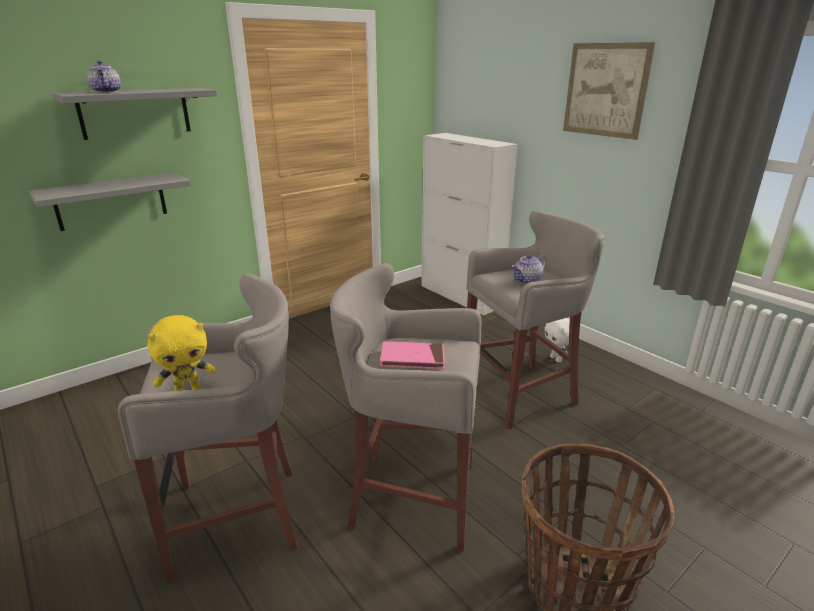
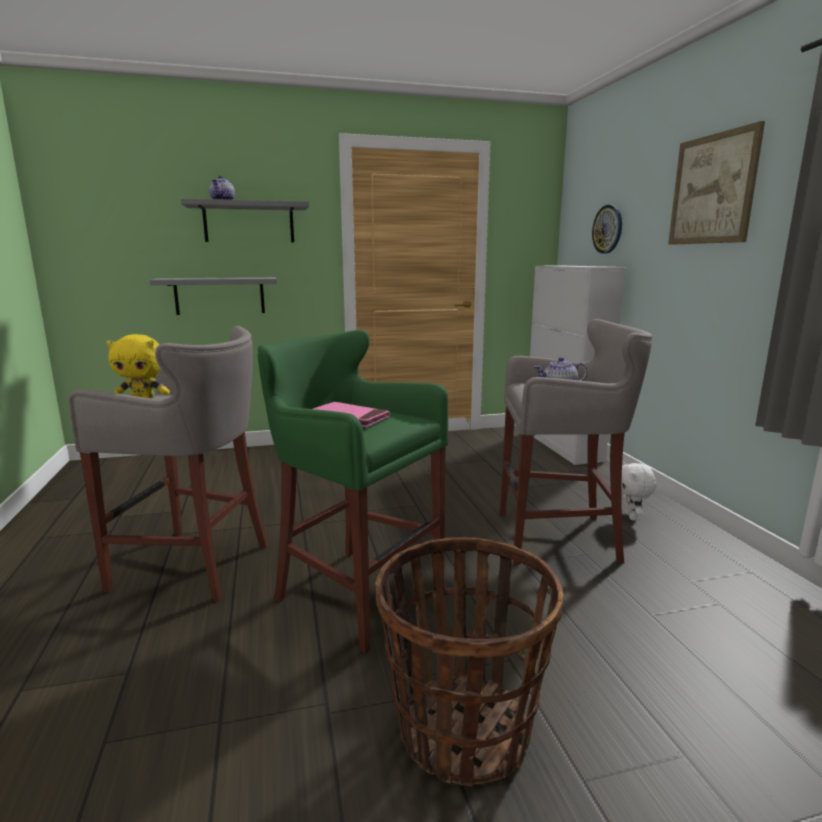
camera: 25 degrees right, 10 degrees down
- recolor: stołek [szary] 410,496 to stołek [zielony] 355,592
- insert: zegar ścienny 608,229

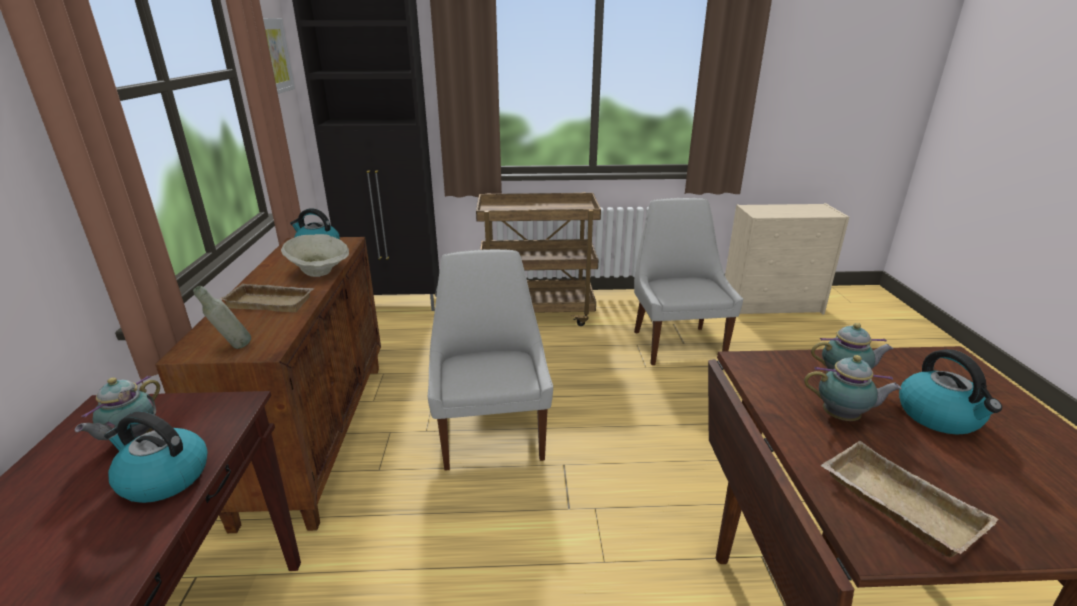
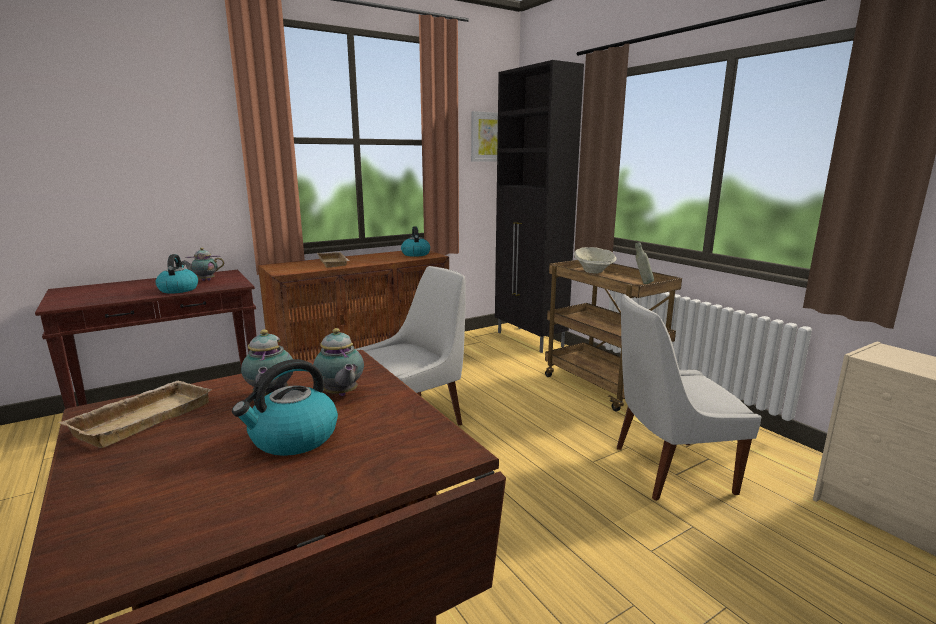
camera: 60 degrees right, 10 degrees down
- move: butelka [szary] 233,349 to 642,283
- move: miska [beżowy] 320,272 to 594,272
- rotate: krzesło [biały] 676,343 = 667,470 150 degrees counterclockwise

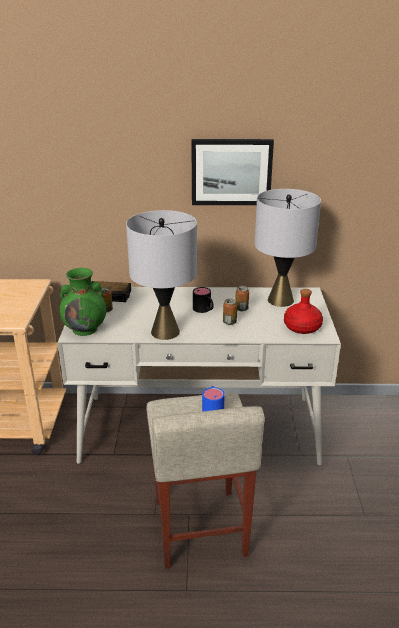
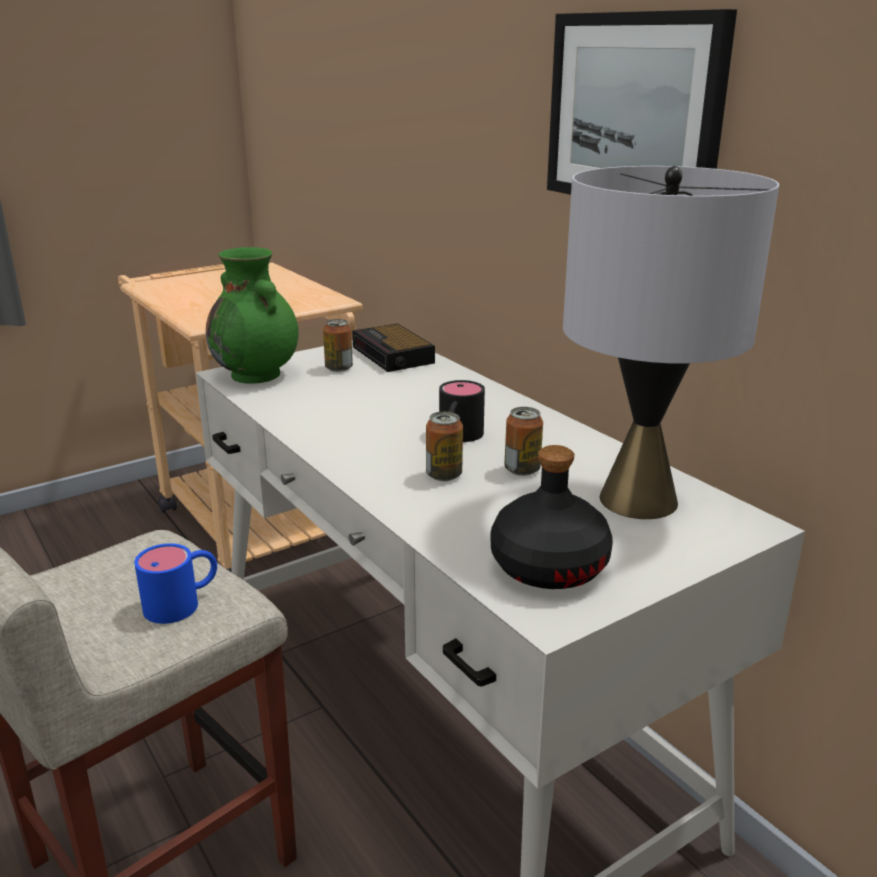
camera: 55 degrees right, 5 degrees down
- delete: lampa stołowa [szary] 165,332
- recolor: butelka [czerwony] 301,327 to butelka [czarny] 548,566

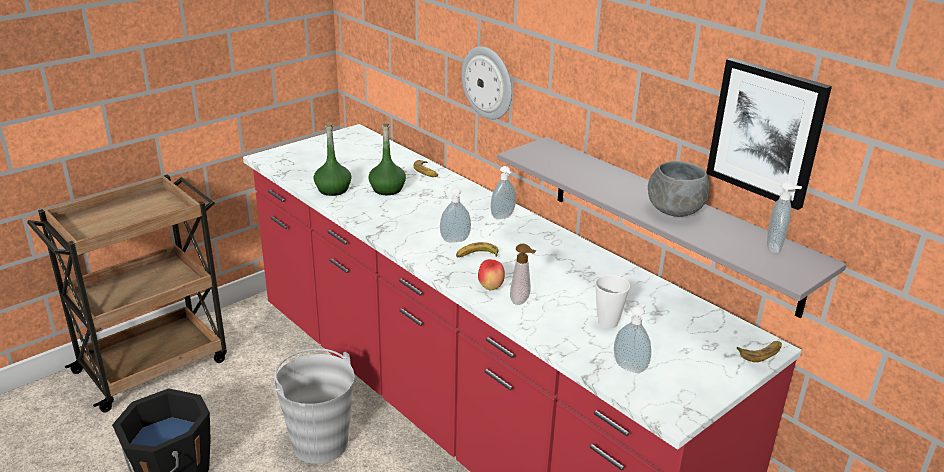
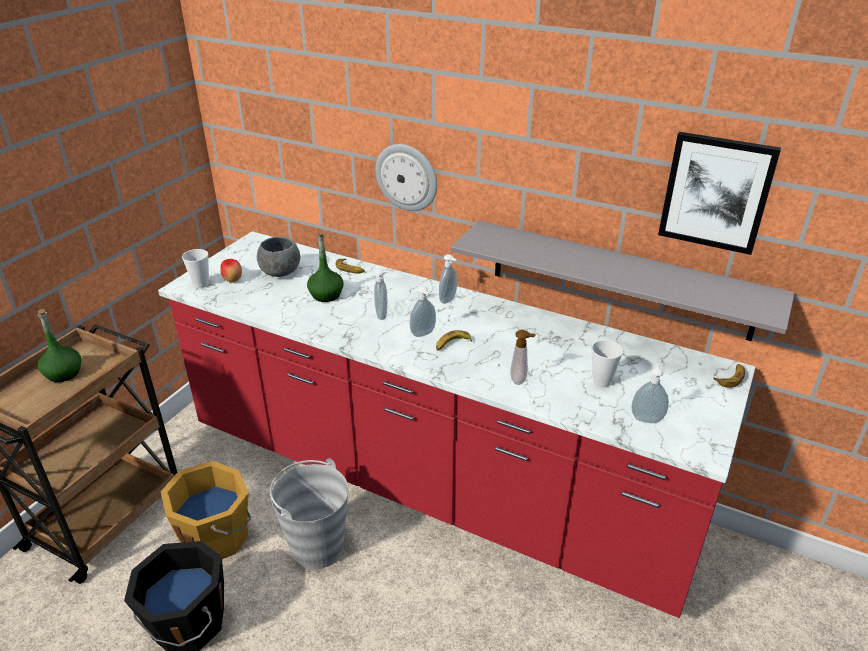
camera: 20 degrees left, 5 degrees up
- move: butelka [zielony] 333,190 to 64,373
- move: jabłko 491,287 to 233,280
- move: miska [szary] 674,211 to 280,272
- move: dozownik mydła 775,248 to 383,315
- insert: wiadro [pomarańczowy] 217,536
- insert: filiżanka 201,284

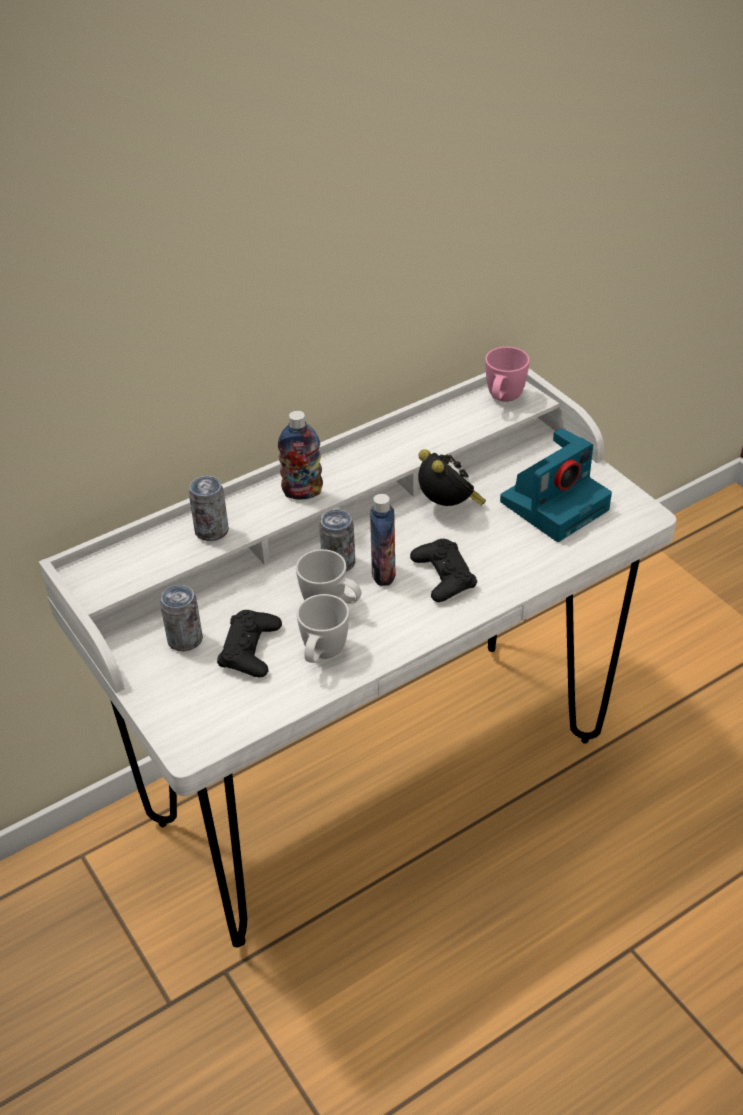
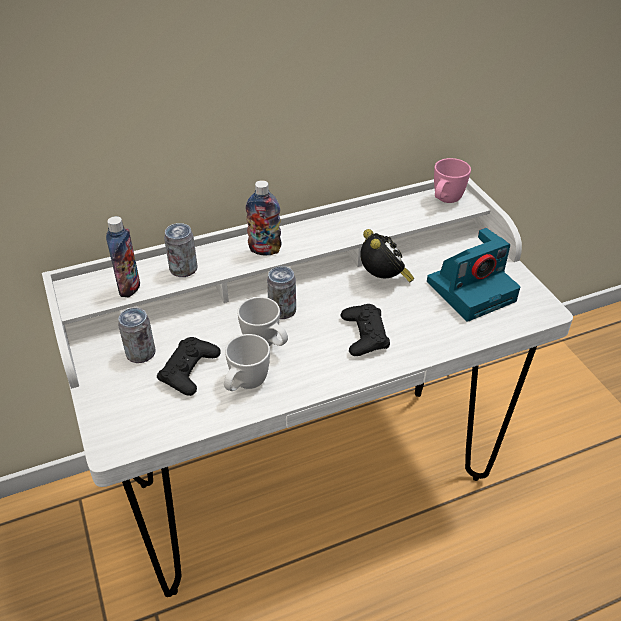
camera: 10 degrees right, 0 degrees up
- move: butelka 383,573 to 129,287

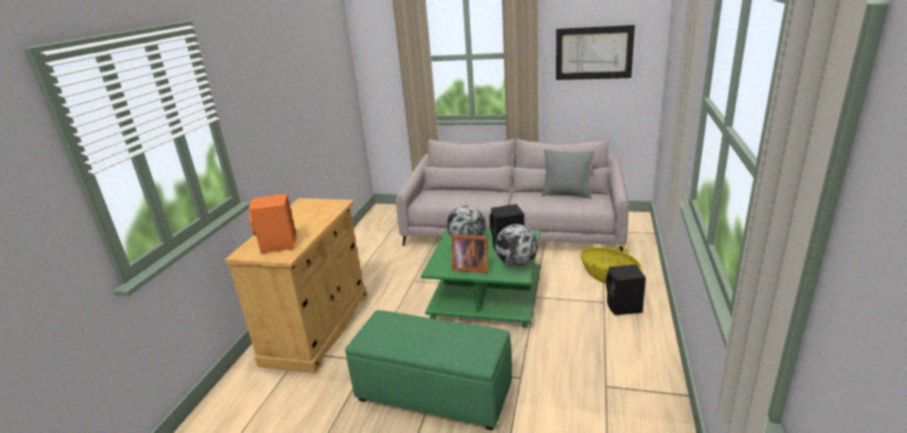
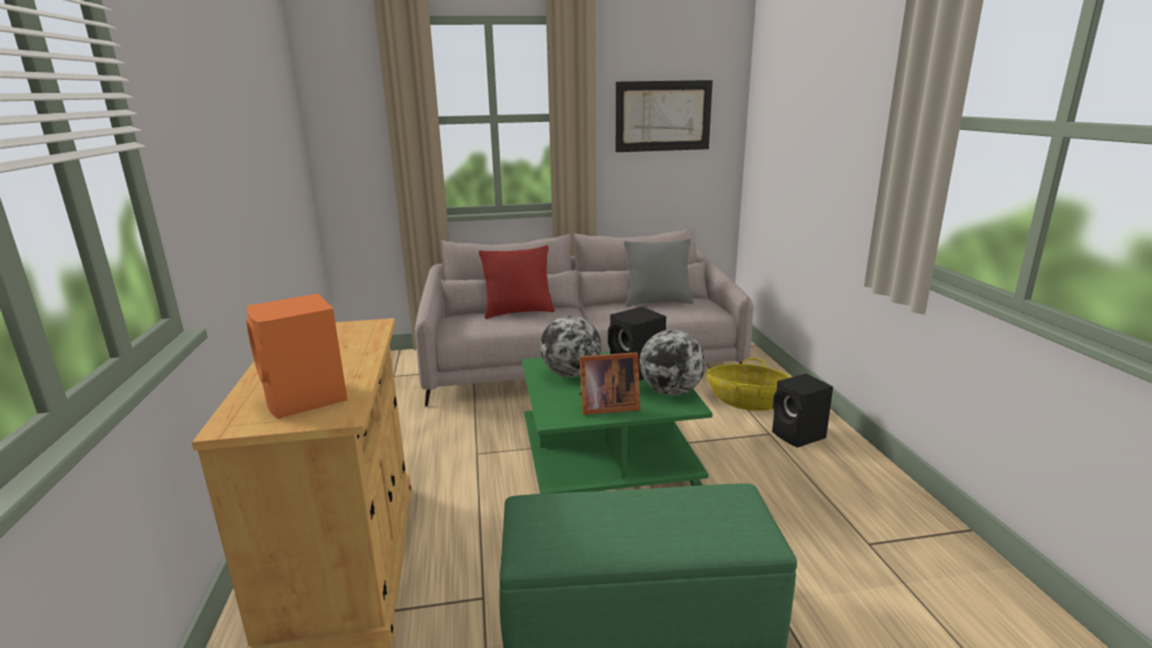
camera: 25 degrees left, 5 degrees down
- insert: poduszka [czerwony] 518,312

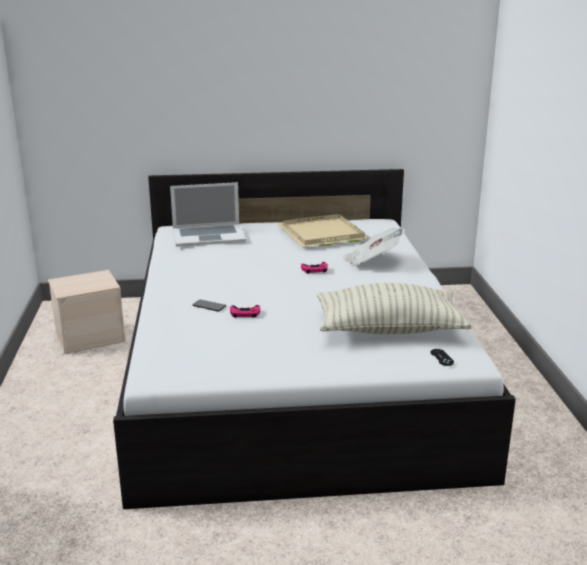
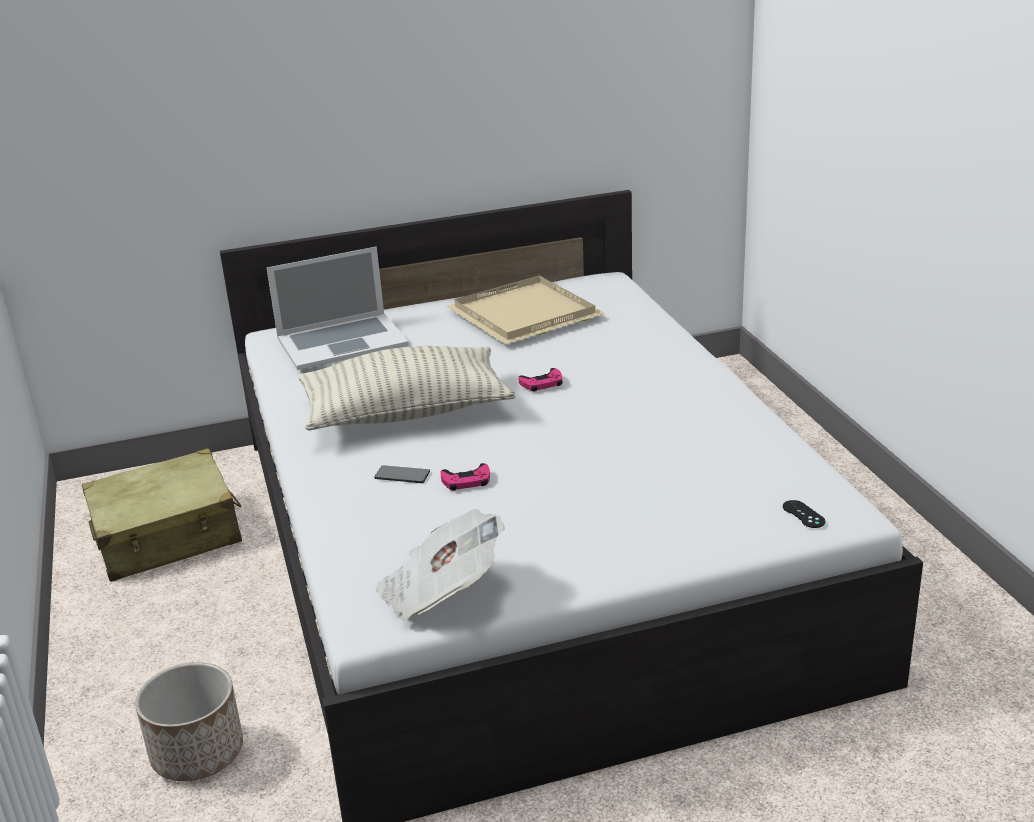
camera: 10 degrees left, 5 degrees up
- replace: pojemnik do przechowywania [beżowy] 90,336 to walizka [beżowy] 167,536
- move: poduszka 389,329 to 406,413
- move: gazeta 372,261 to 441,592
- insert: donica 197,753

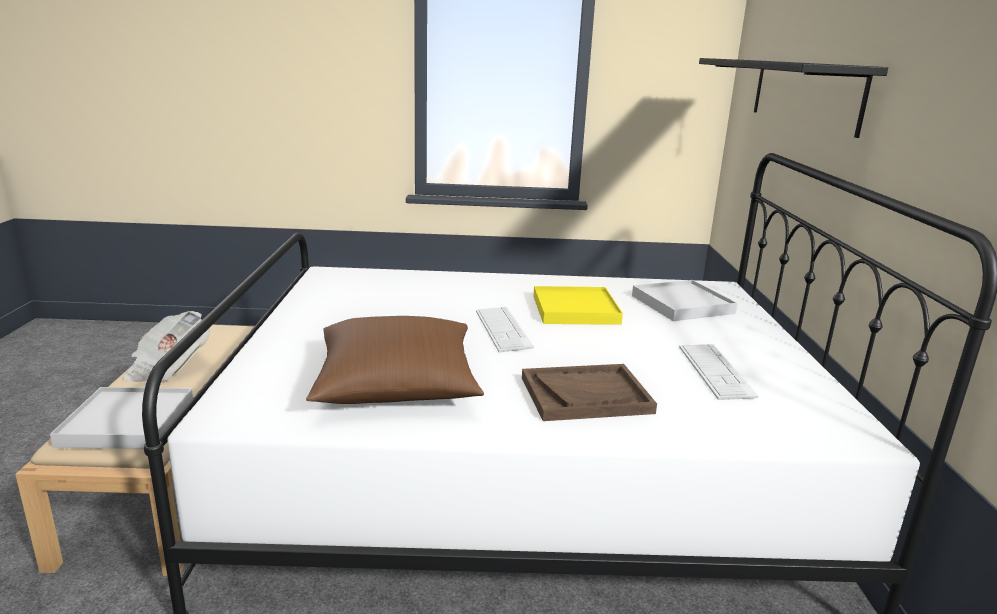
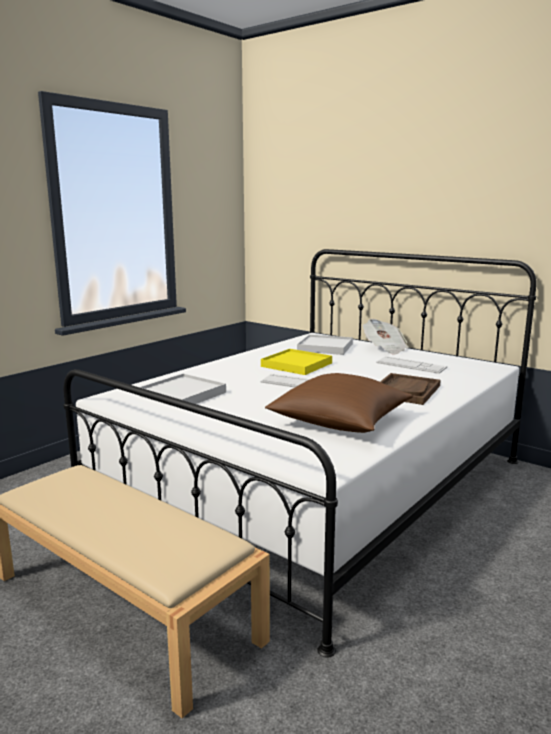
camera: 50 degrees left, 5 degrees down
- move: taca [biały] 127,422 to 182,394
- move: gazeta 168,367 to 385,349
- delete: półka [czarny] 804,93

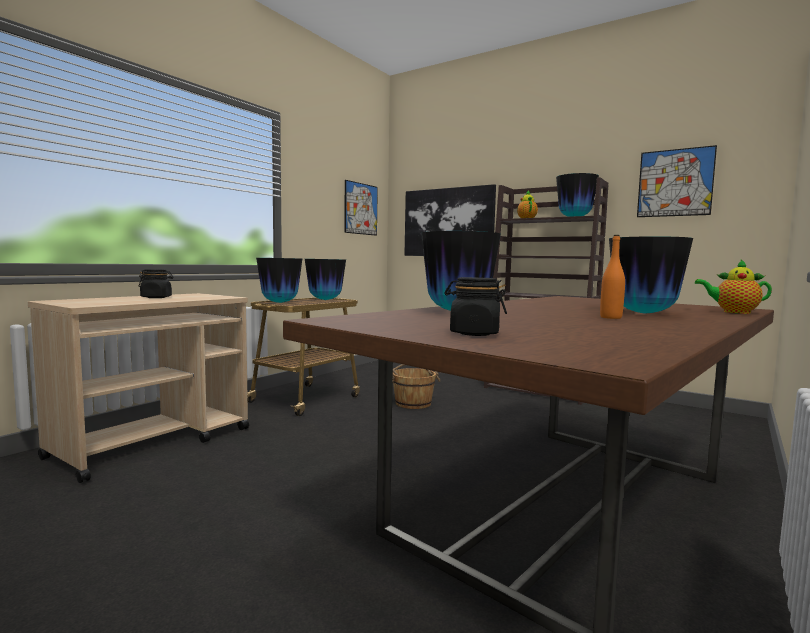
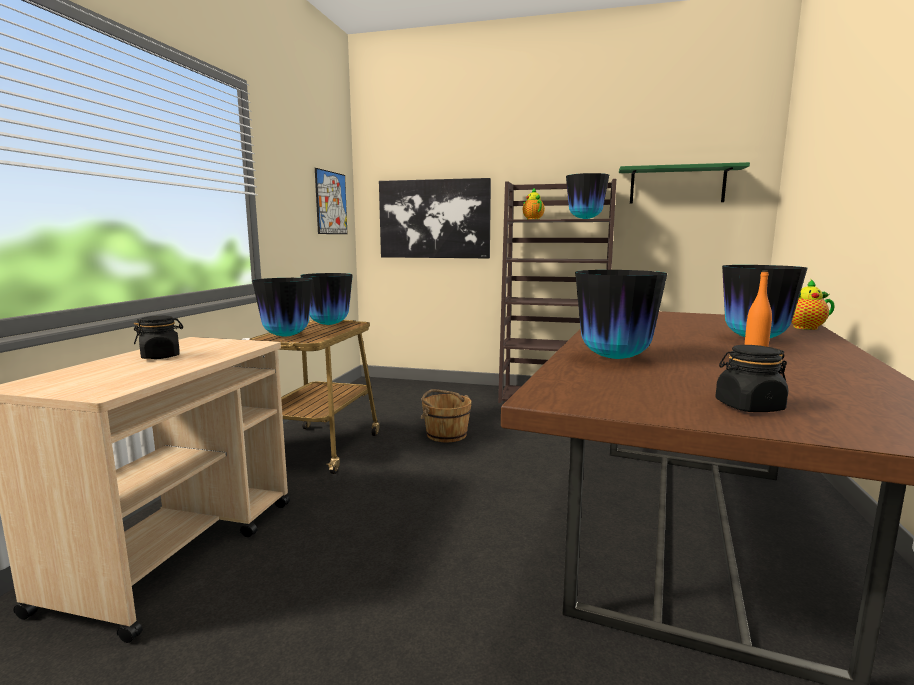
camera: 20 degrees left, 5 degrees up
- replace: obraz 675,183 to półka [zielony] 677,185

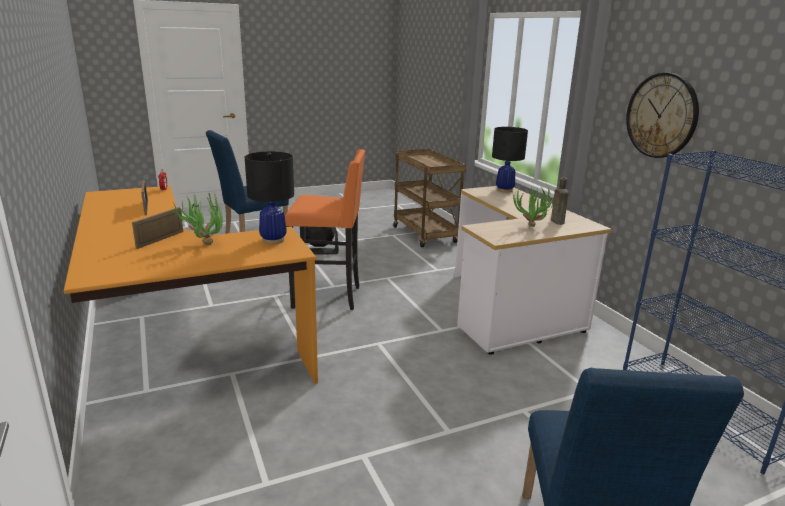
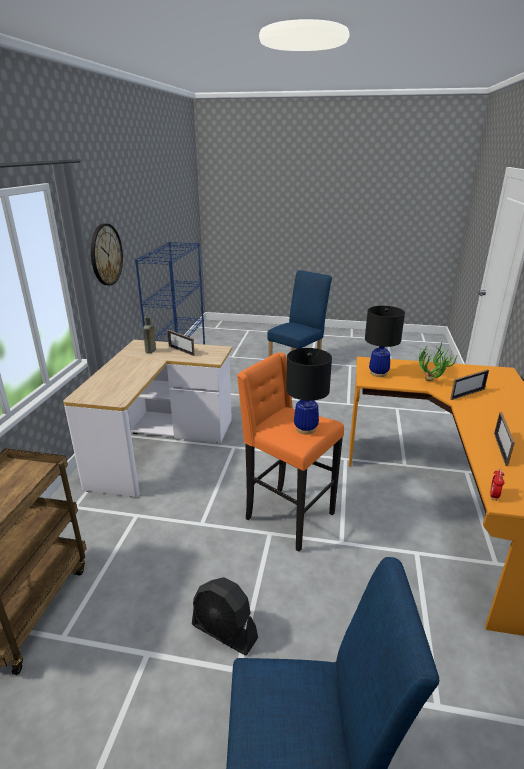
camera: 145 degrees left, 5 degrees up
- move: lampa stołowa [czarny] 504,190 to 305,429
- replace: roślina doniczkowa 531,228 to ramka na zdjęcie 181,350

